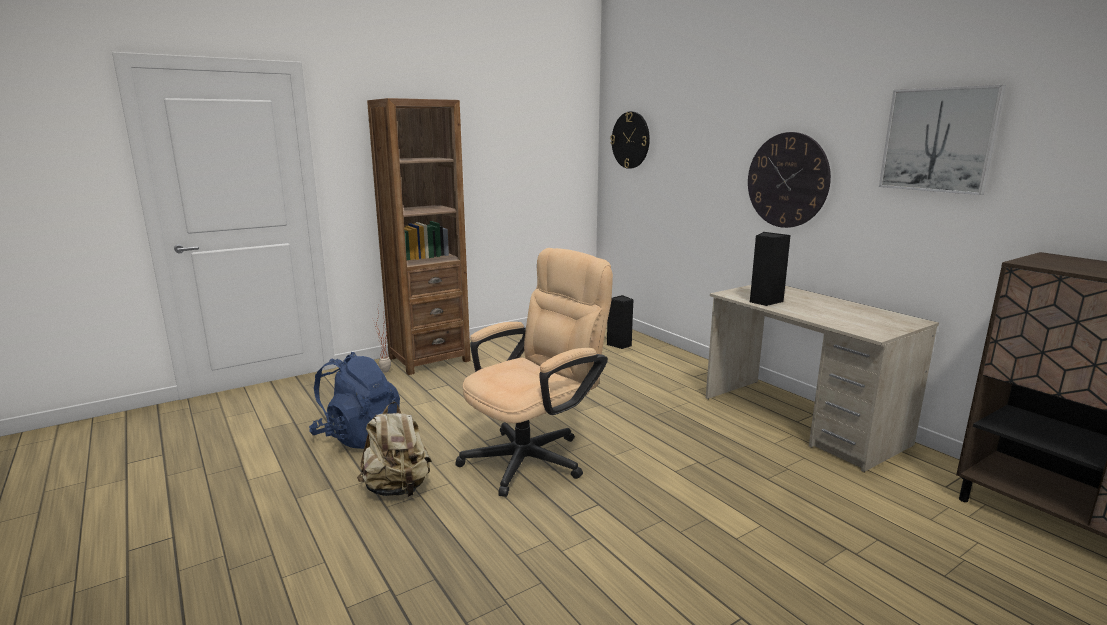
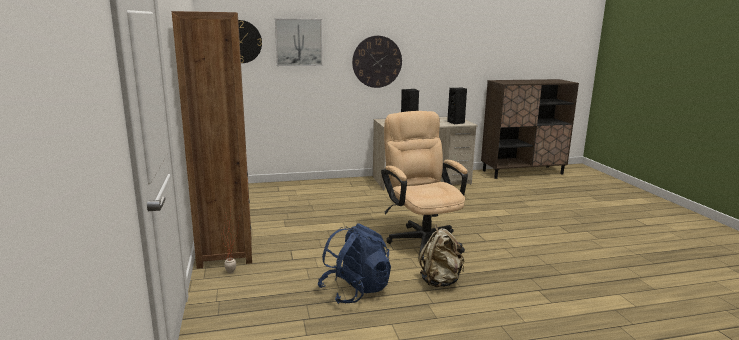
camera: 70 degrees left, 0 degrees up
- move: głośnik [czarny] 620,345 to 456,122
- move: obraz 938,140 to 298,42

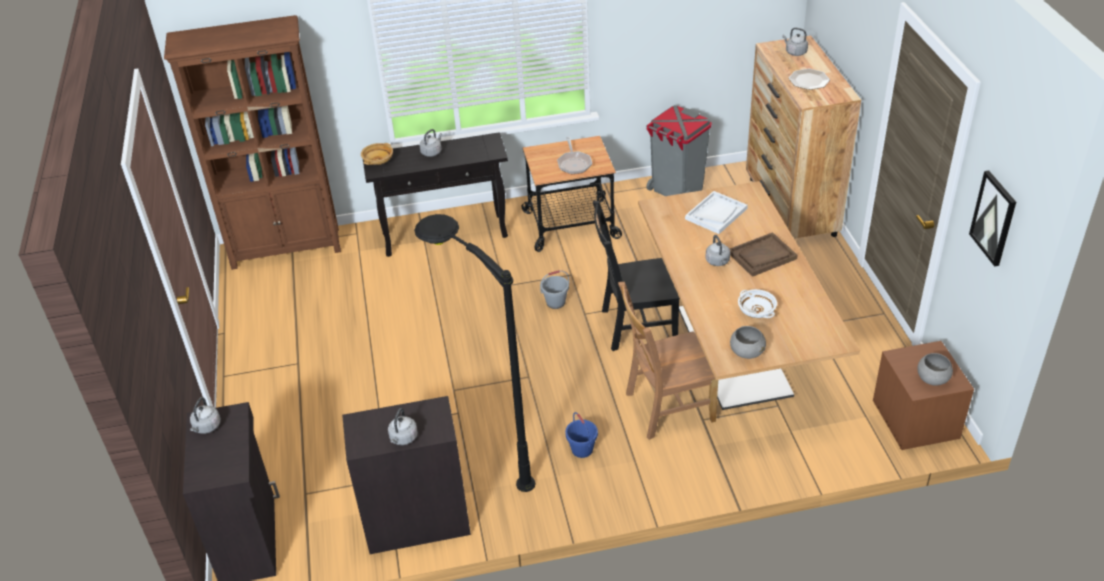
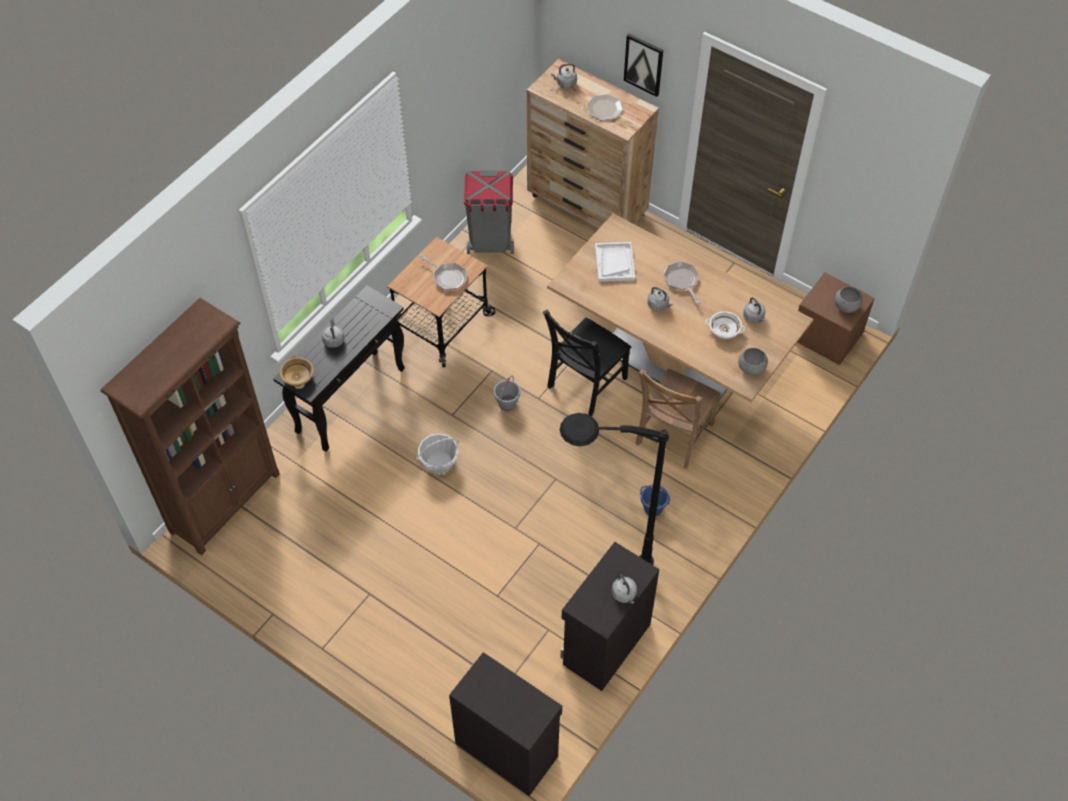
camera: 45 degrees left, 15 degrees up
- move: czajnik [szary] 206,427 to 754,318
- replace: taca [brązowy] 762,256 to patelnia 682,281
- move: obraz 994,218 to 644,64
- insert: koszyk 439,462

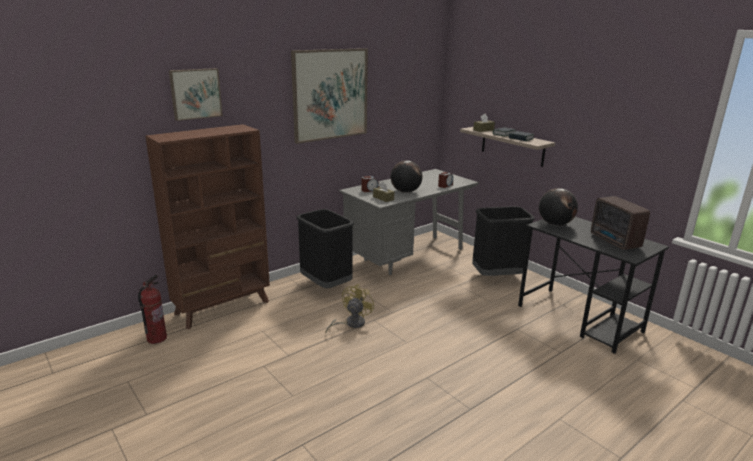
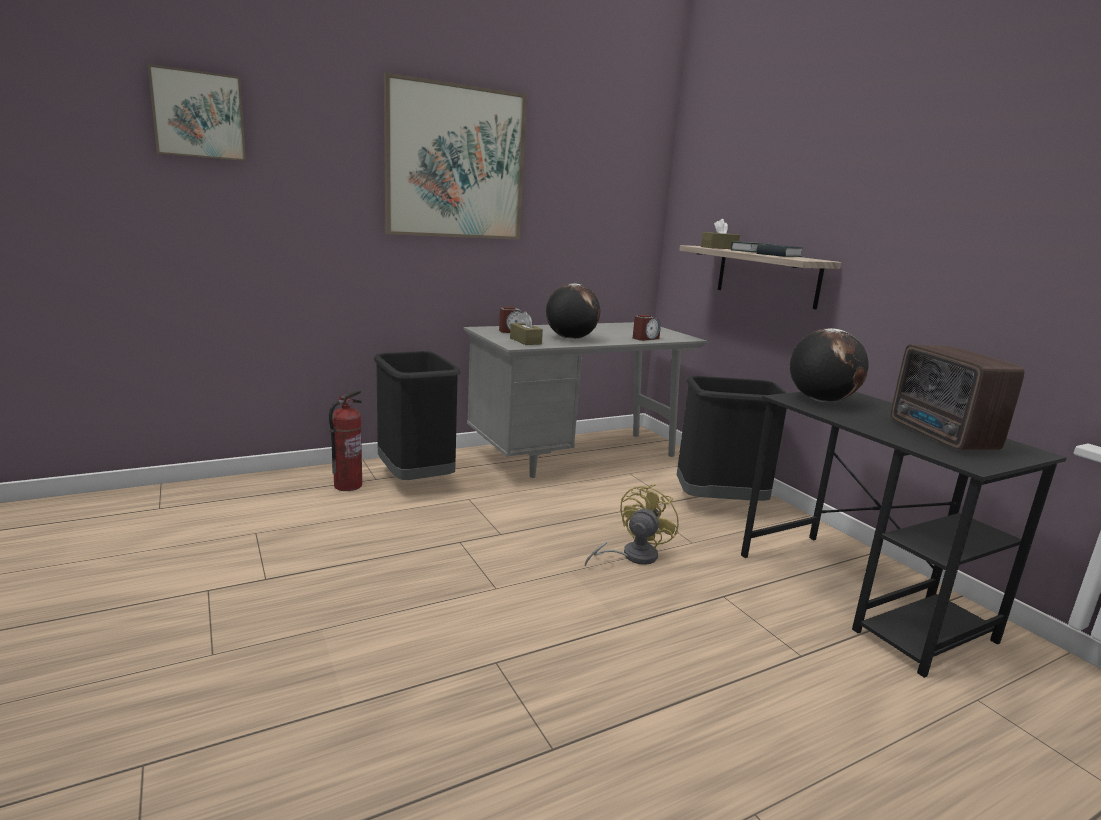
camera: 10 degrees right, 5 degrees down
- move: gaśnica 156,338 to 348,485
- delete: regał [brązowy] 223,307
- move: wentylator [żółty] 351,324 to 632,556

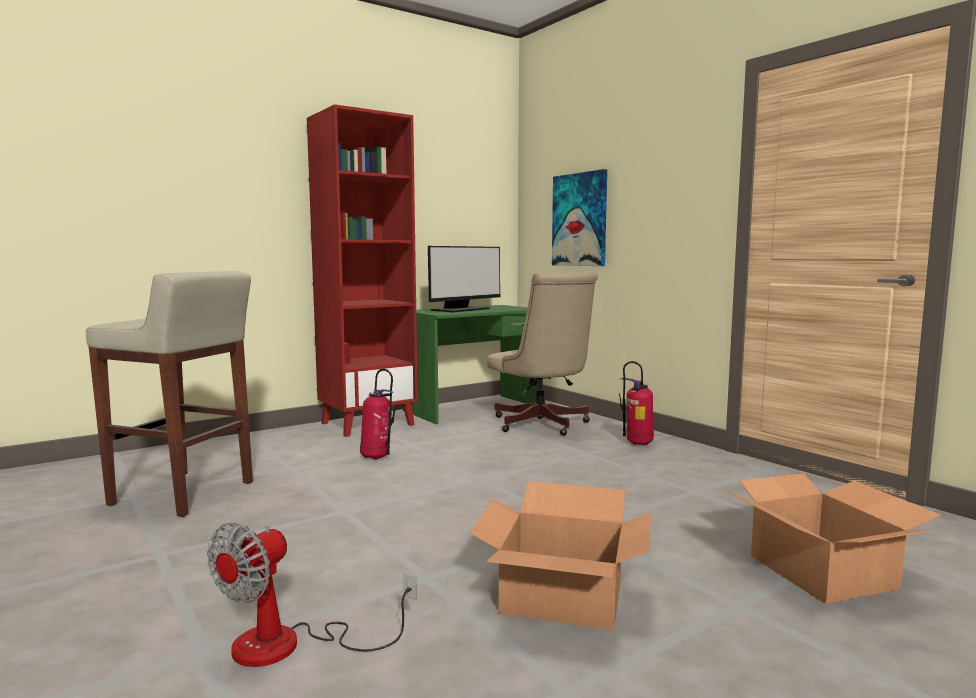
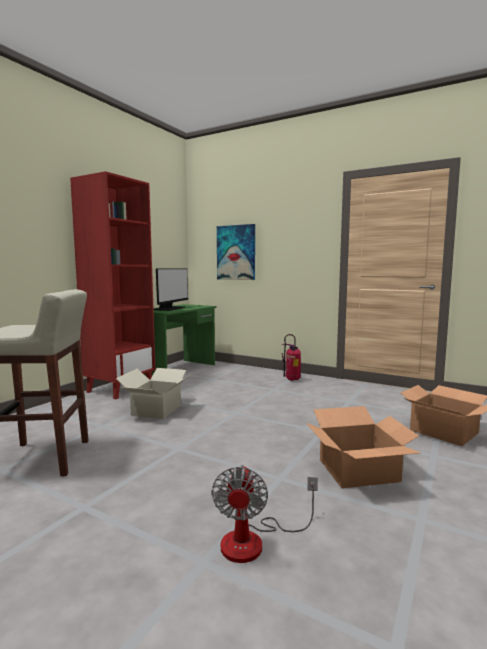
camera: 25 degrees left, 0 degrees up
- replace: gaśnica 377,458 to karton 156,410
- delete: krzesło biurowe [beżowy] 542,425

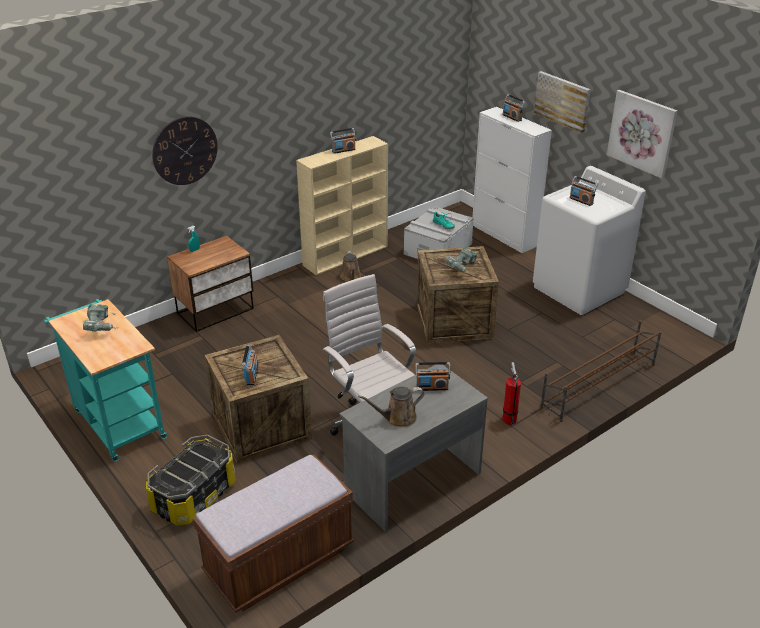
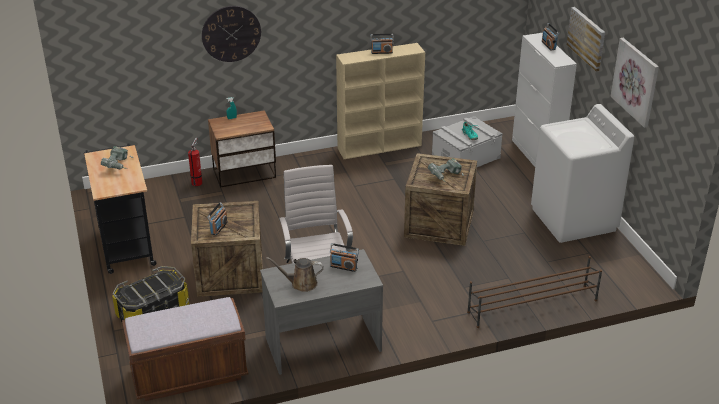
camera: 20 degrees right, 0 degrees up
- recolor: wózek [turkusowy] 116,421 to wózek [czarny] 125,244
- delete: konewka [brązowy] 351,277
- move: gaśnica 509,418 to 197,182
- delete: radio 581,200

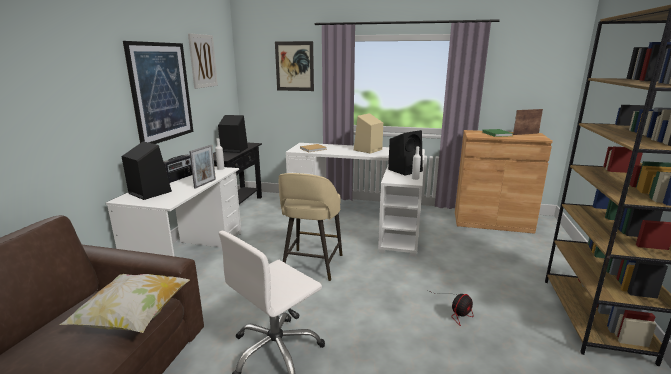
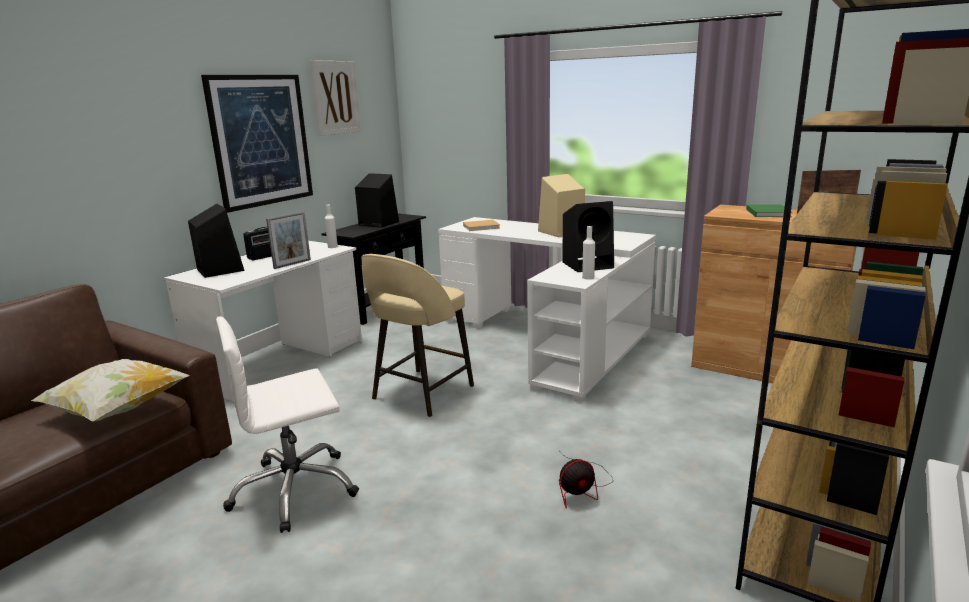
camera: 20 degrees right, 0 degrees up
- delete: obraz 294,66

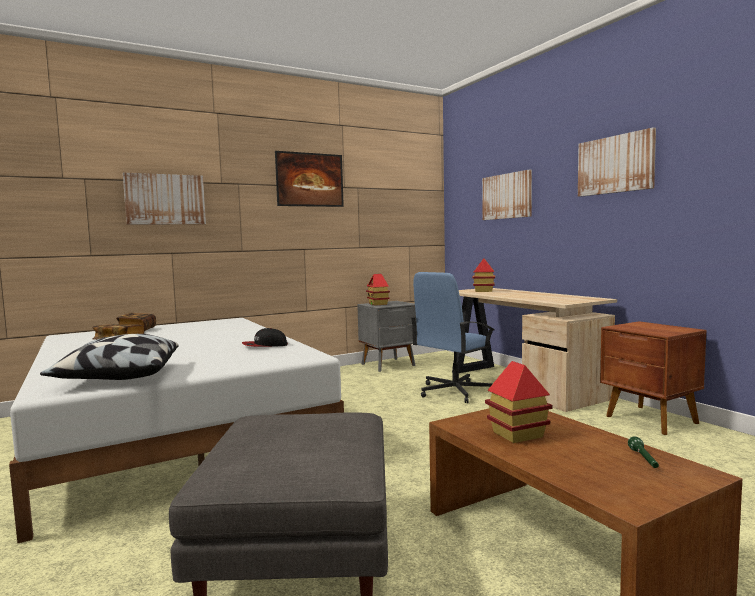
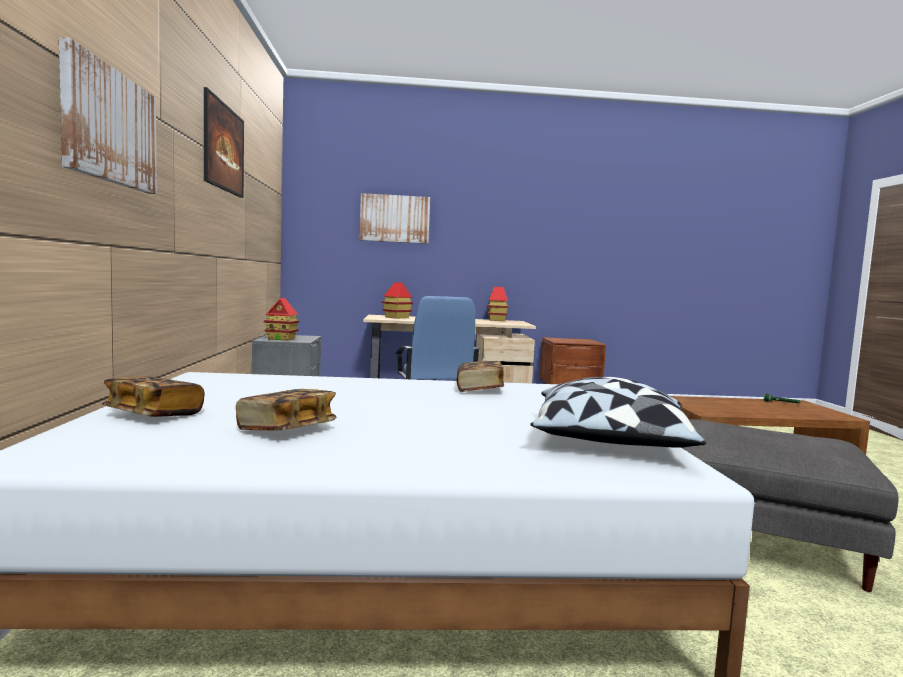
camera: 65 degrees left, 0 degrees up
- replace: czapka z daszkiem 264,346 to książka 479,389
- move: domek 517,434 to 497,320
- delete: obraz 615,164

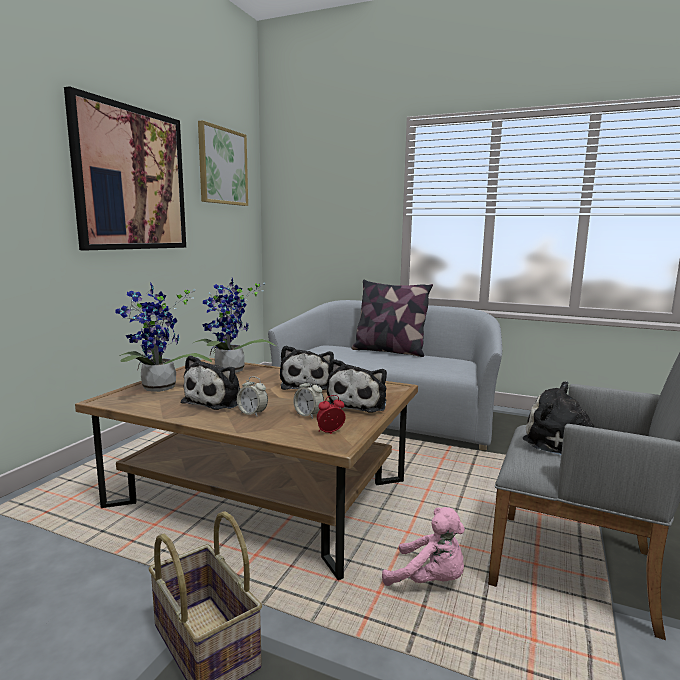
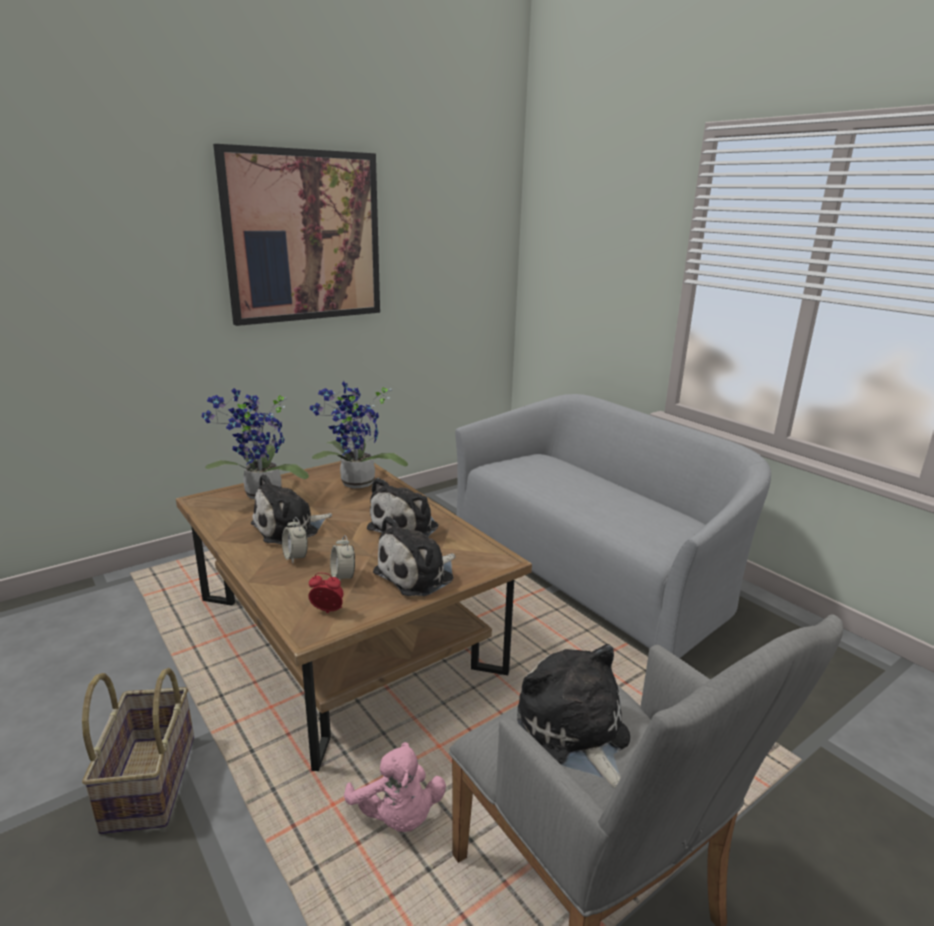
camera: 30 degrees right, 10 degrees up
- delete: obraz 222,166
- delete: poduszka 389,351

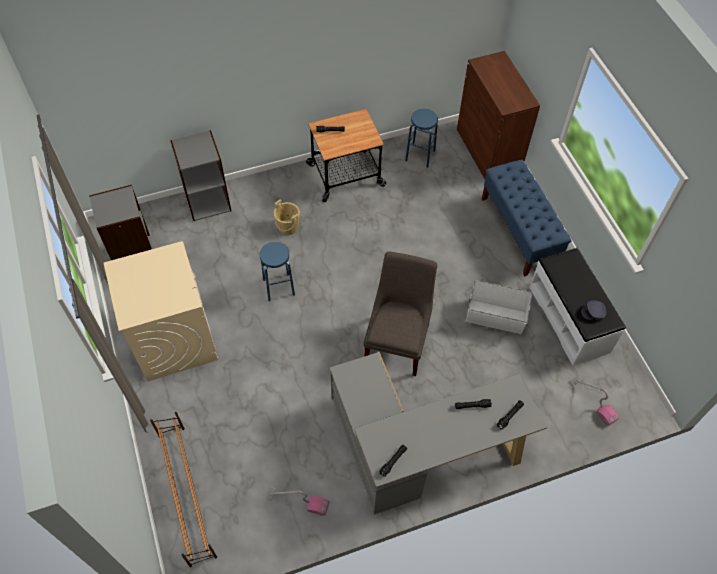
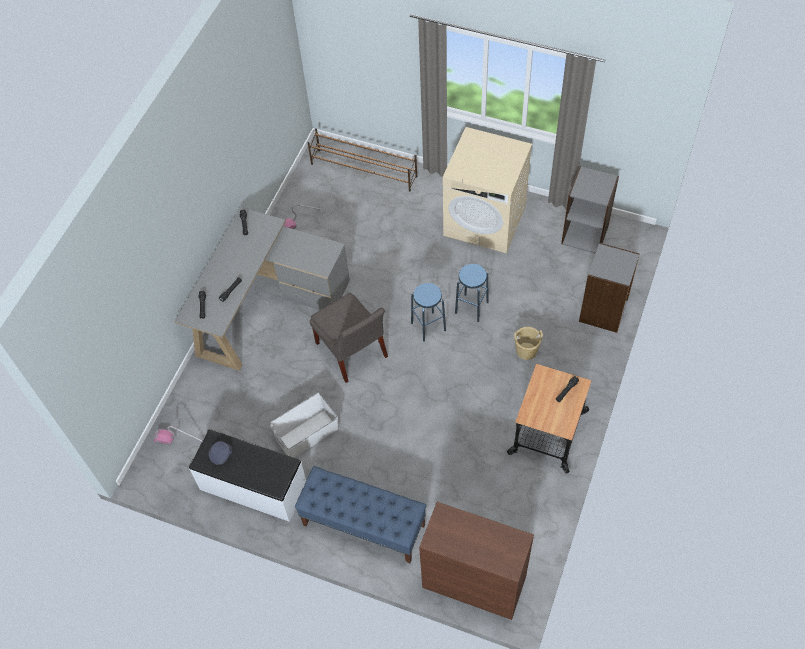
camera: 135 degrees right, 0 degrees up
- move: stołek [niebieski] 420,155 to 428,326

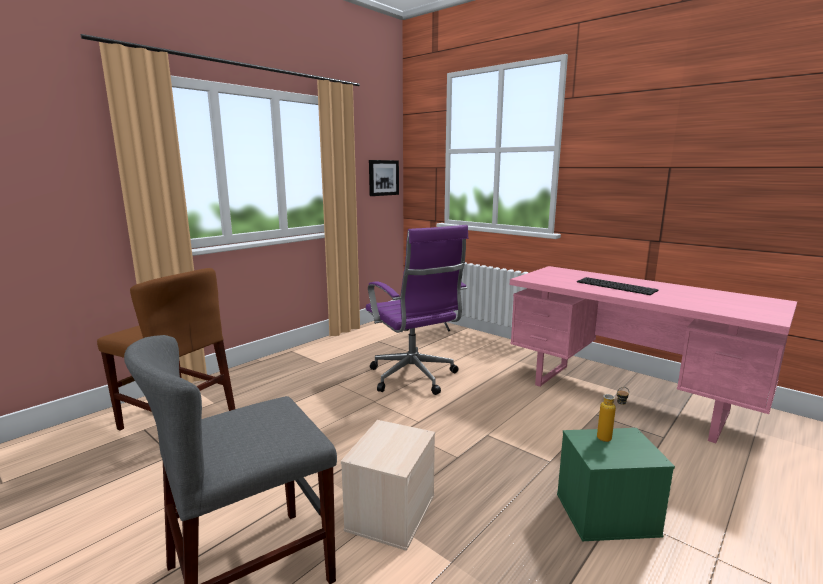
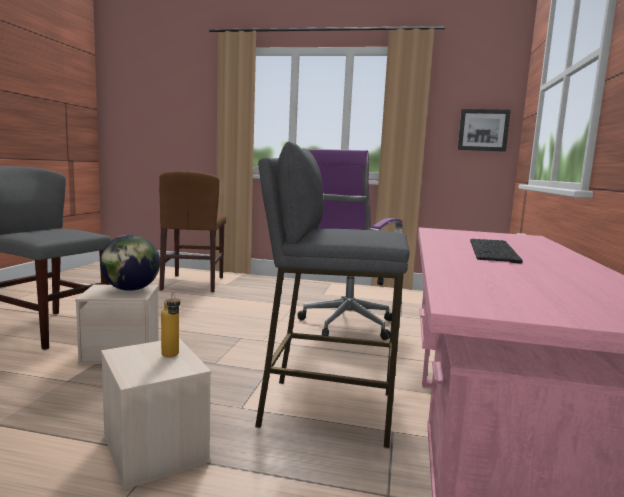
camera: 60 degrees right, 5 degrees down
- recolor: pojemnik do przechowywania [zielony] 606,515 to pojemnik do przechowywania [beżowy] 153,448
- insert: globus 131,289
- insert: stołek [szary] 327,409

